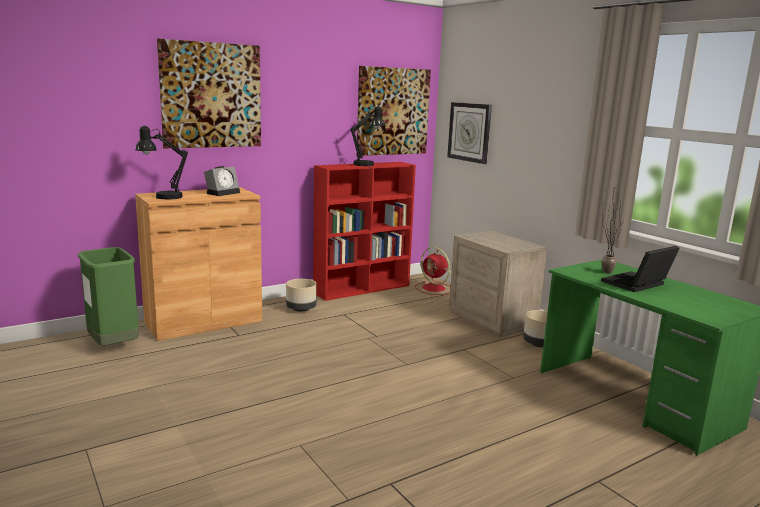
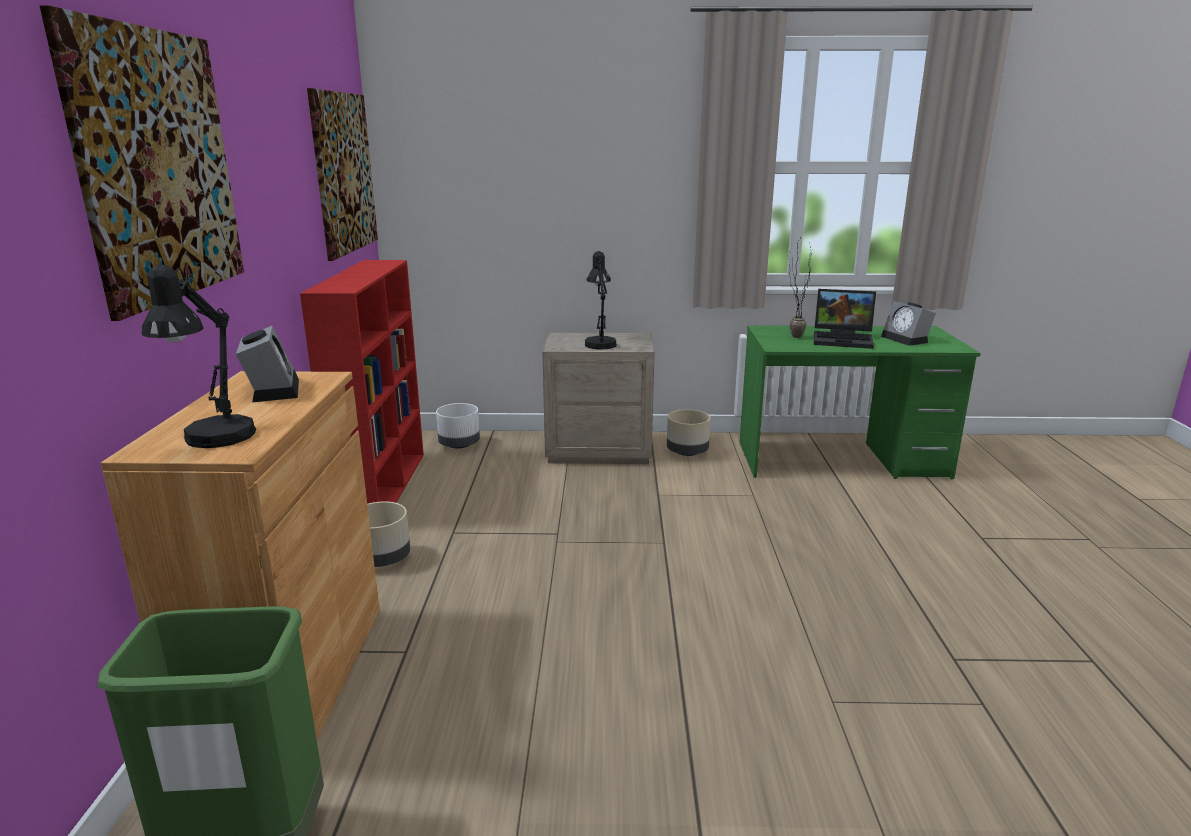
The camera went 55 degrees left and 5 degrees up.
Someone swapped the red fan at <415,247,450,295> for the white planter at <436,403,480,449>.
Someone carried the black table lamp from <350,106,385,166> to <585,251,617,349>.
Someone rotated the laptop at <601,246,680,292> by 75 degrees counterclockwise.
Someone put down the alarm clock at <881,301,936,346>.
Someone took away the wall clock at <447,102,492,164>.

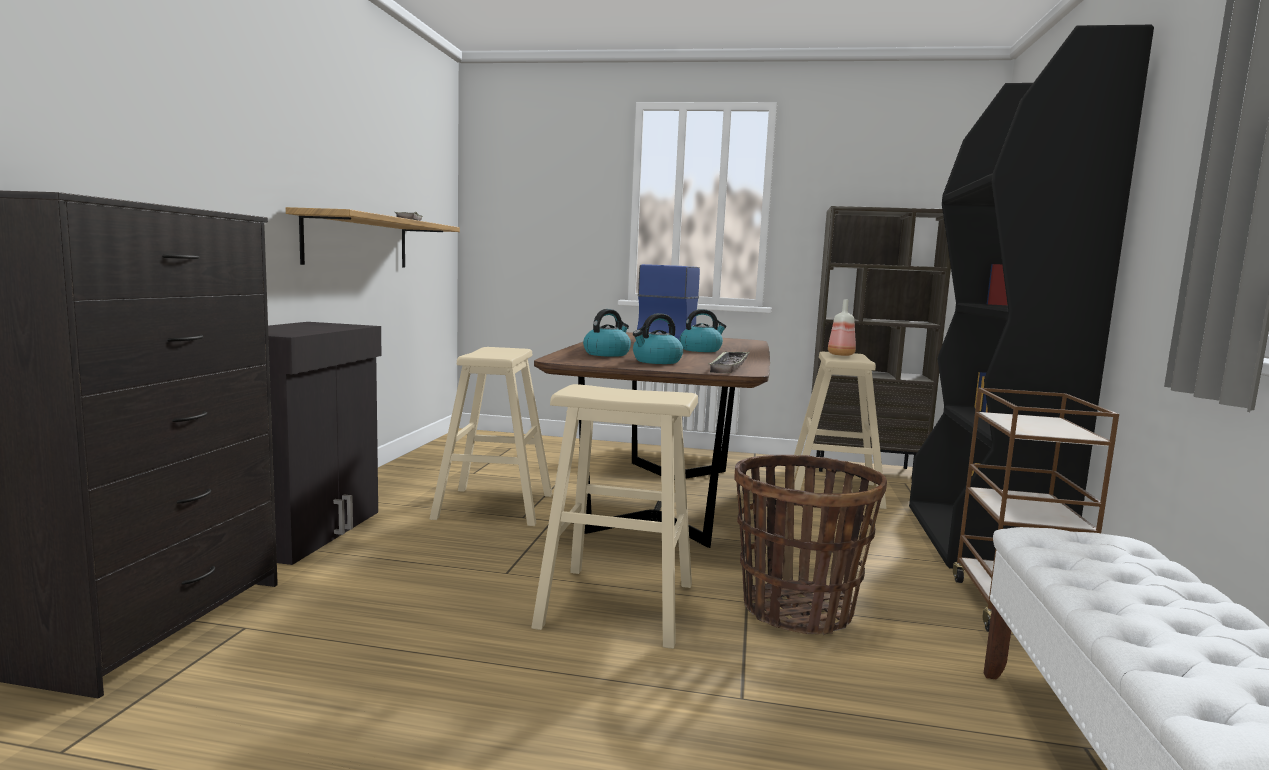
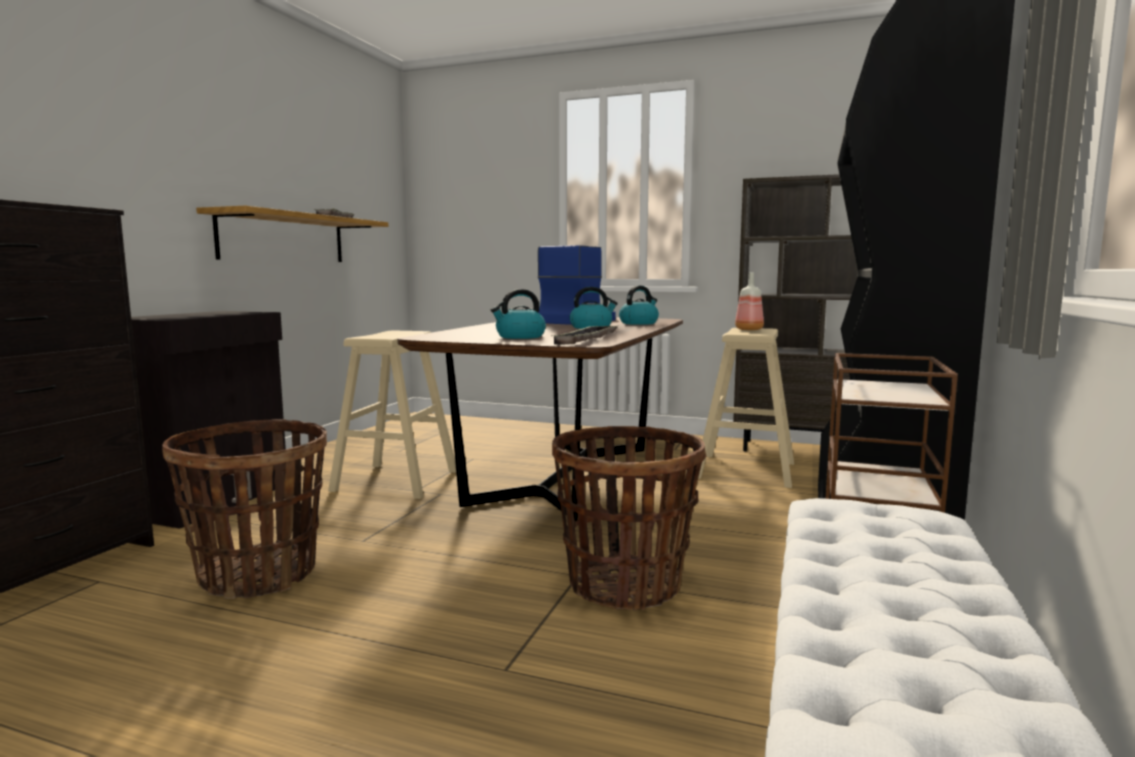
The camera went 10 degrees right and 0 degrees up.
Someone put down the basket at <162,419,327,599>.
Someone carried the kettle from <583,309,631,357> to <619,286,659,325>.
Someone took away the beige stool at <531,384,698,649>.

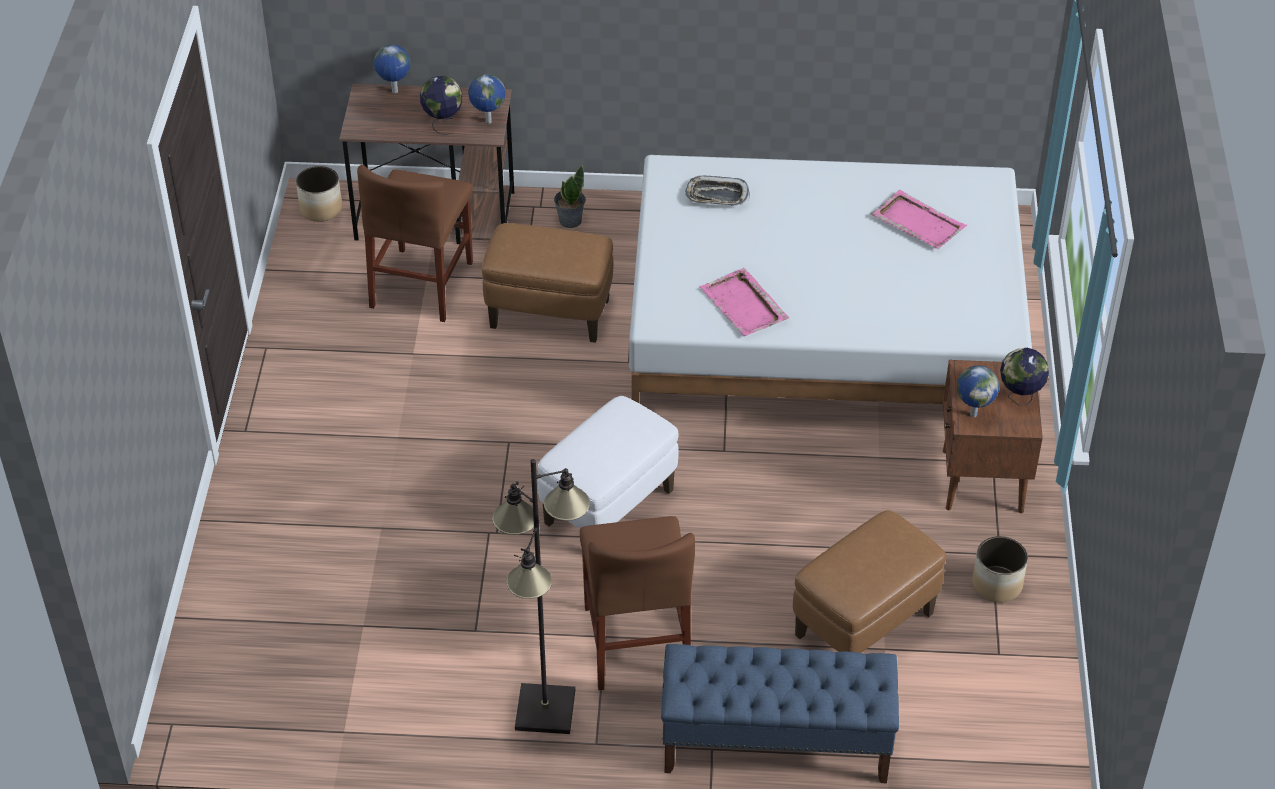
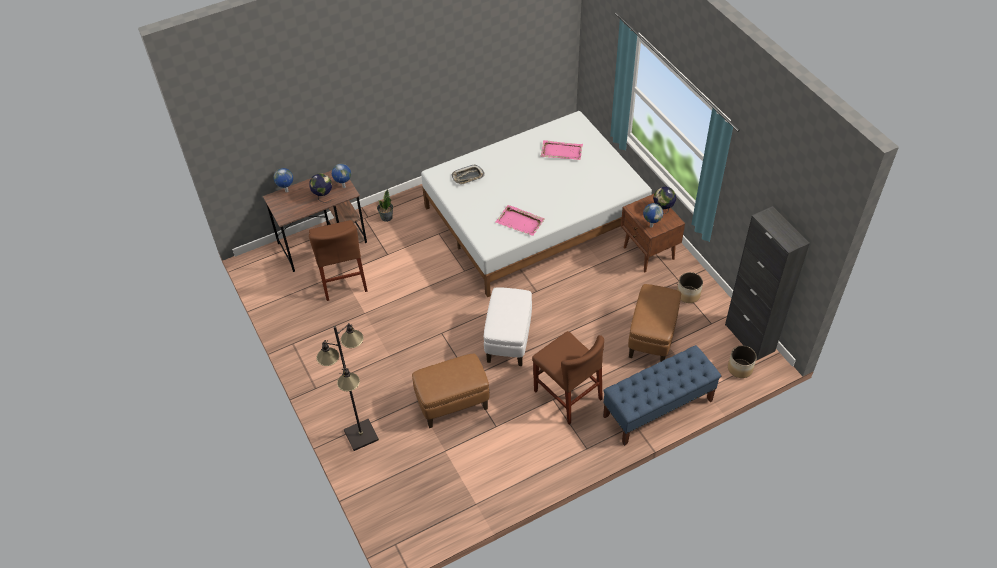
The camera went 30 degrees left and 5 degrees up.
Someone carried the black floor lamp from <492,459,590,734> to <316,323,379,451>.
Someone carried the brown ottoman from <482,223,613,343> to <412,354,489,428>.
Someone put down the black cabinet at <725,206,810,361>.
Someone carried the planter from <296,166,342,222> to <728,345,757,378>.

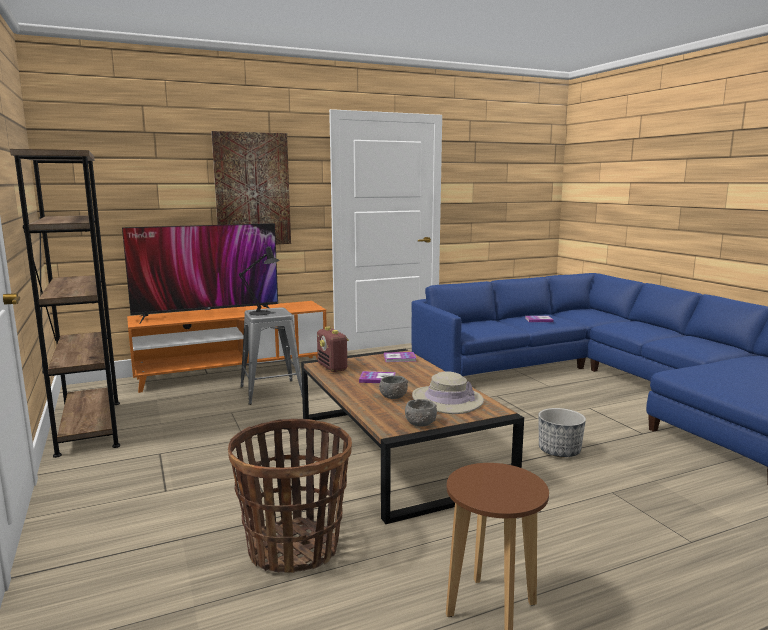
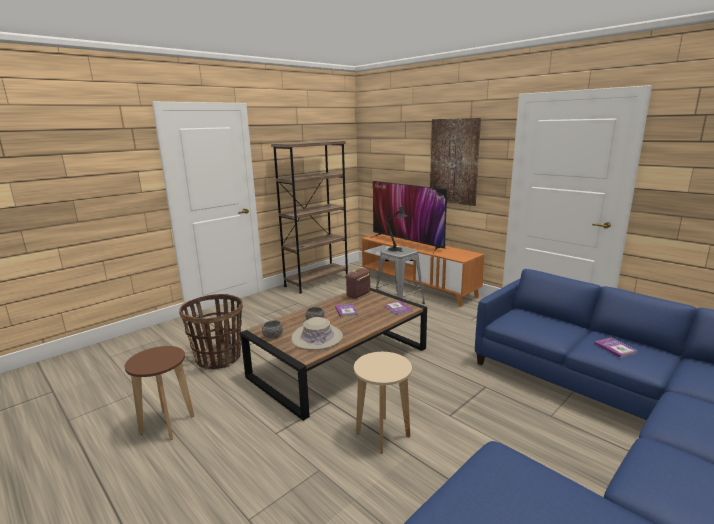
The camera went 70 degrees right and 5 degrees up.
Someone swapped the planter at <538,408,586,457> for the beige stool at <354,352,412,454>.

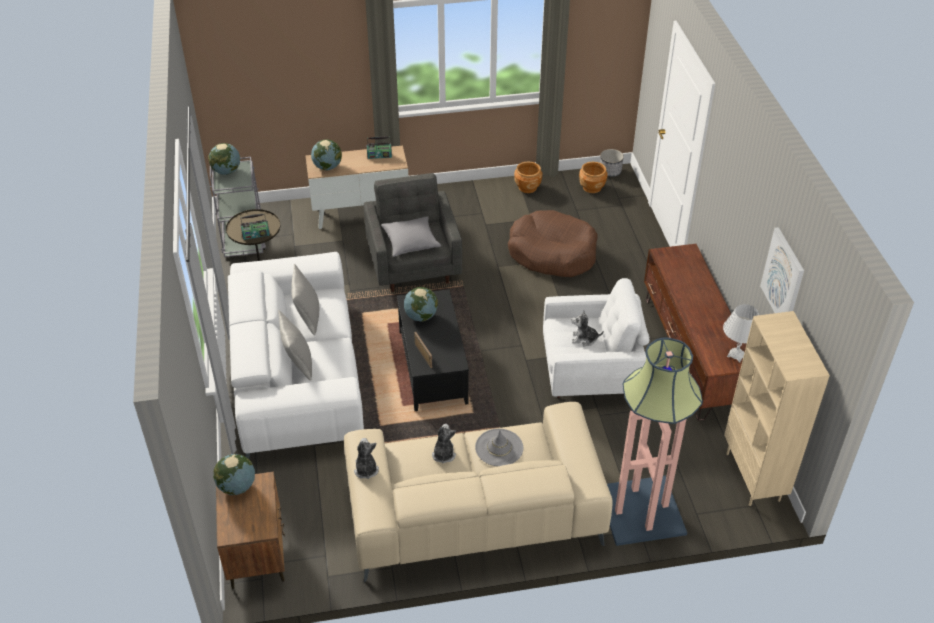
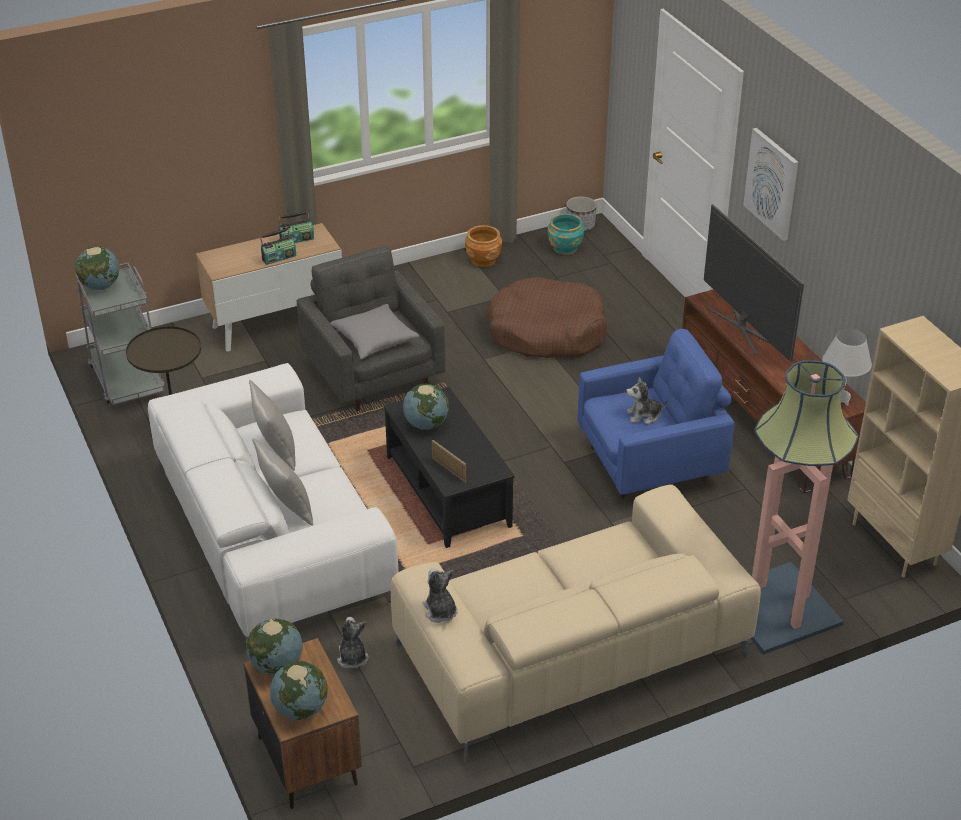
The camera went 15 degrees left and 5 degrees down.
Someone carried the radio from <240,213,270,240> to <260,228,296,265>.
Someone carried the globe from <311,140,342,170> to <270,661,328,720>.
Someone carried the plush toy from <432,424,456,463> to <337,617,369,668>.
Someone repainted the brown planter at <579,162,608,193>, which became the turquoise planter at <548,214,584,255>.
Someone repainted the white armchair at <543,278,649,398>, which became the blue armchair at <578,329,735,499>.
Someone put down the television at <704,204,804,361>.
Someone carried the picture from <760,227,804,313> to <743,128,798,241>.
Someone took away the grey hat at <475,429,523,466>.

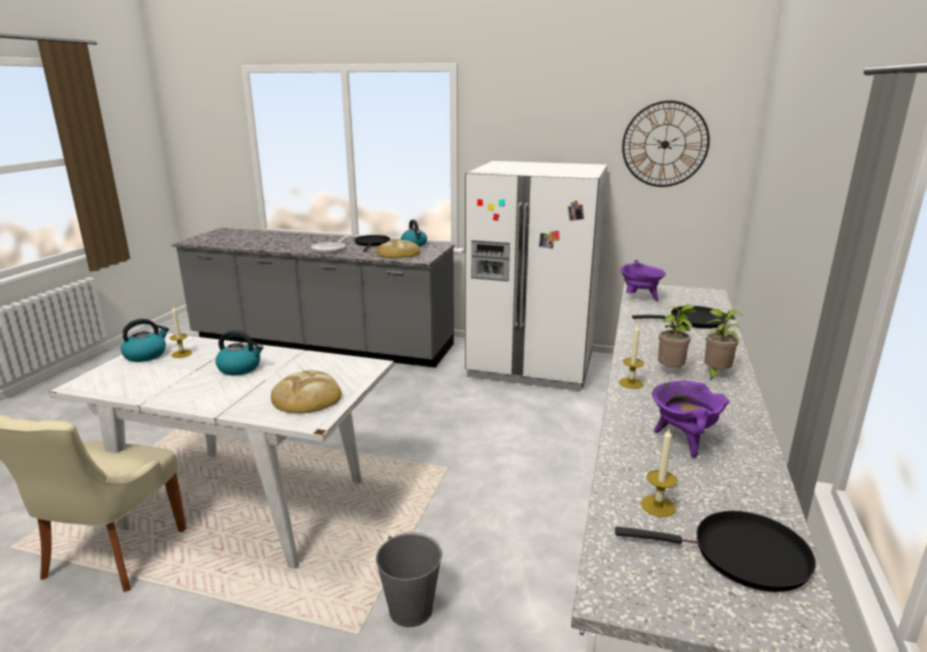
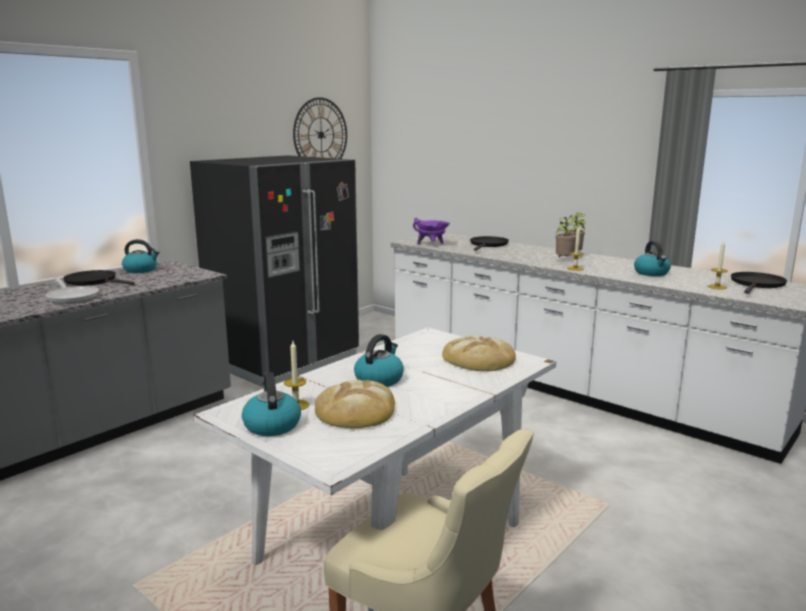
The camera went 65 degrees left and 5 degrees down.
Someone repainted the white fridge at <465,161,607,391>, which became the black fridge at <190,155,359,387>.
Someone carried the bread from <376,239,421,258> to <315,380,395,428>.
Someone swapped the purple cooking pot at <652,381,730,458> for the kettle at <634,241,671,276>.
Someone took away the grey bucket at <376,532,442,627>.

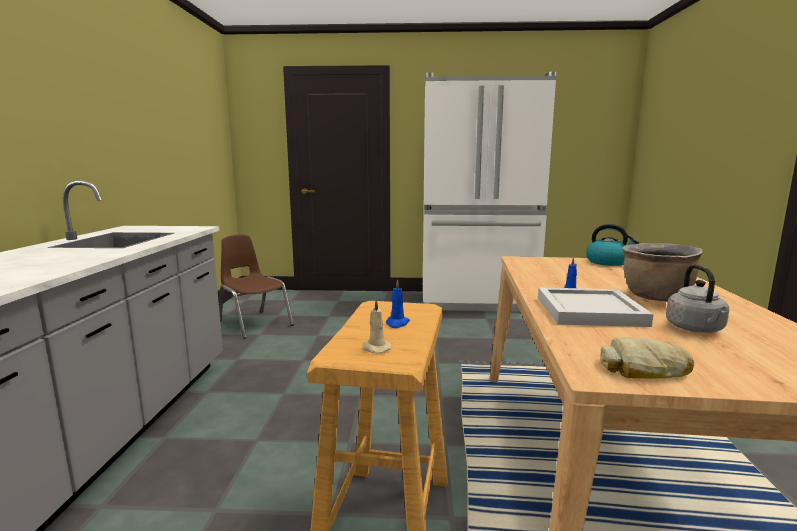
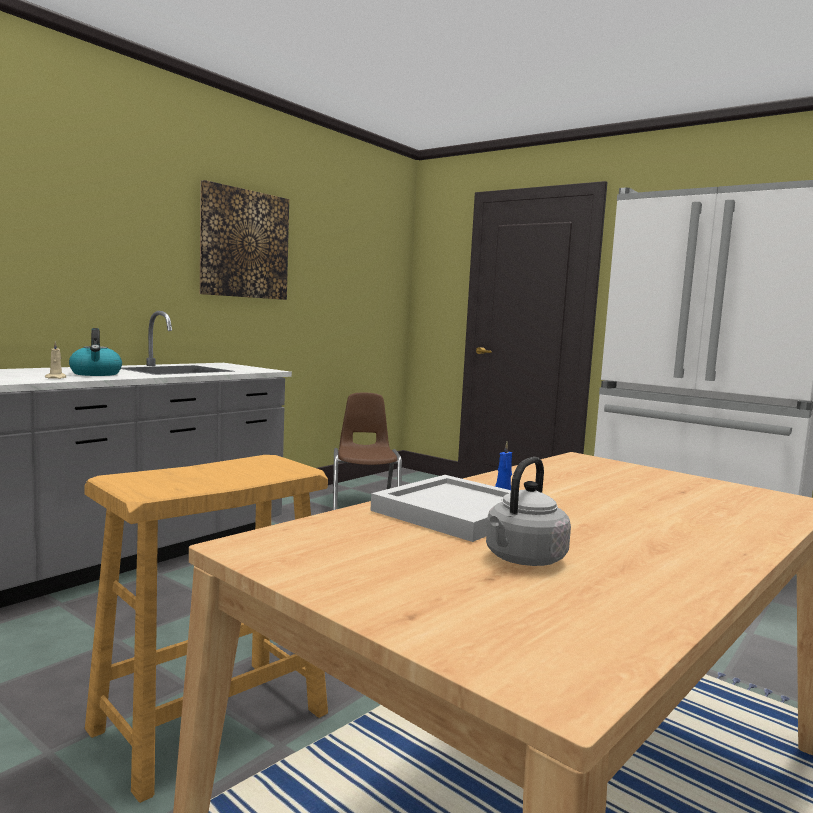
The camera went 35 degrees right and 5 degrees down.
Someone carried the beige candle from <363,299,392,354> to <45,341,66,379>.
Someone carried the kettle from <586,224,639,266> to <69,328,122,376>.
Someone put up the picture at <200,180,289,300>.
Someone took away the blue candle at <386,279,410,328>.
Someone took away the bread at <600,337,694,379>.
Someone took away the brown cooking pot at <622,243,703,301>.

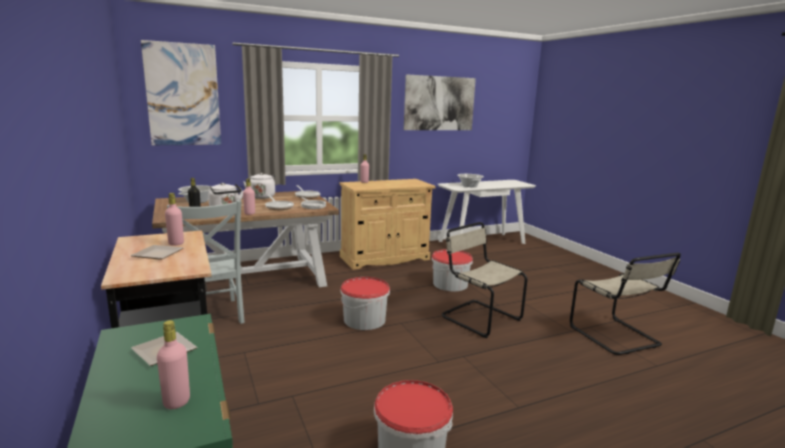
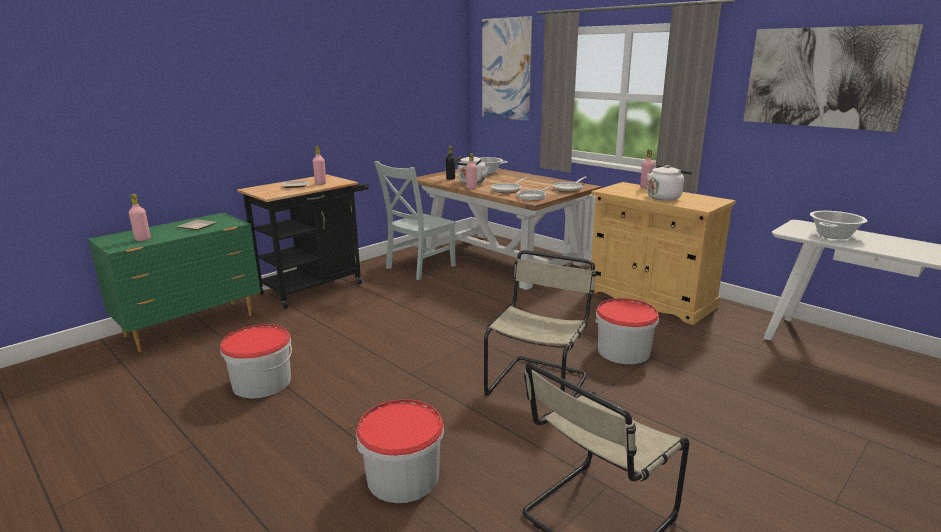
The camera went 70 degrees right and 5 degrees up.
Someone carried the bucket from <340,277,390,330> to <356,399,444,503>.
Someone carried the white kettle from <243,173,275,199> to <647,165,692,201>.

